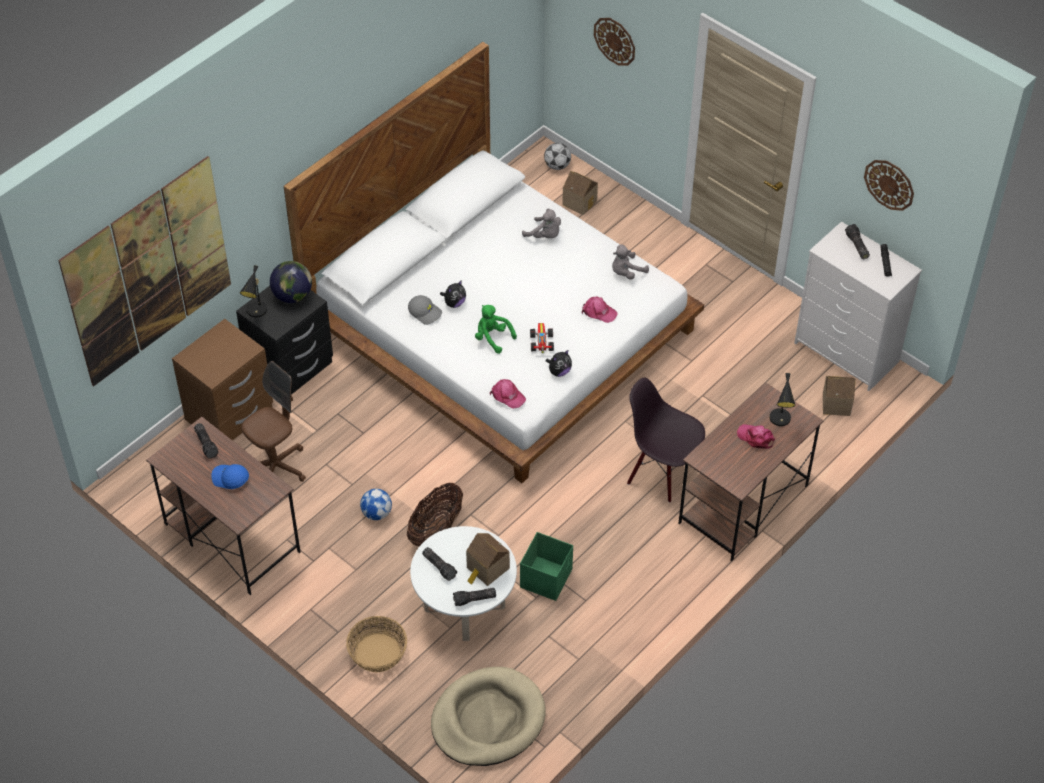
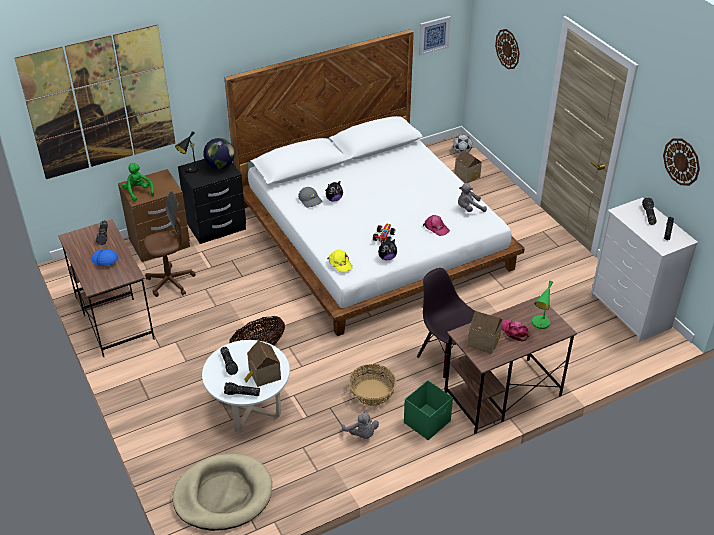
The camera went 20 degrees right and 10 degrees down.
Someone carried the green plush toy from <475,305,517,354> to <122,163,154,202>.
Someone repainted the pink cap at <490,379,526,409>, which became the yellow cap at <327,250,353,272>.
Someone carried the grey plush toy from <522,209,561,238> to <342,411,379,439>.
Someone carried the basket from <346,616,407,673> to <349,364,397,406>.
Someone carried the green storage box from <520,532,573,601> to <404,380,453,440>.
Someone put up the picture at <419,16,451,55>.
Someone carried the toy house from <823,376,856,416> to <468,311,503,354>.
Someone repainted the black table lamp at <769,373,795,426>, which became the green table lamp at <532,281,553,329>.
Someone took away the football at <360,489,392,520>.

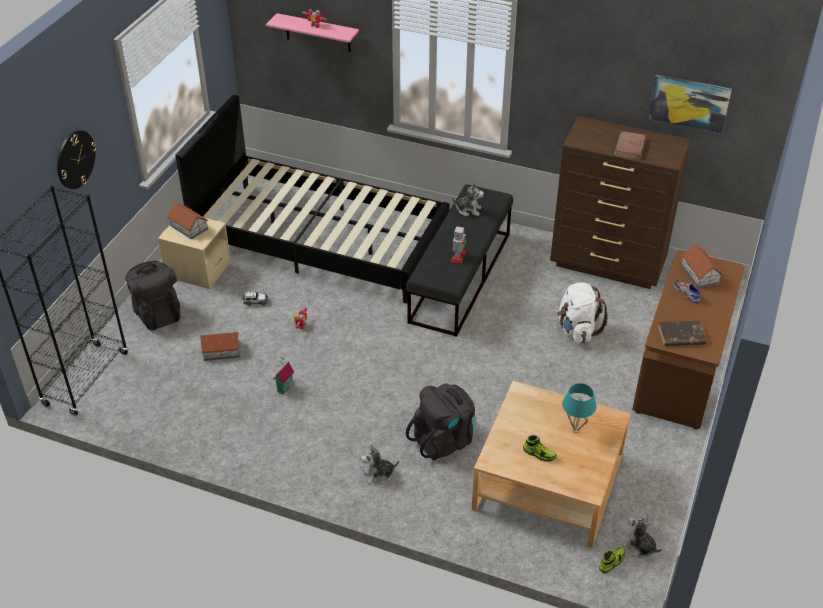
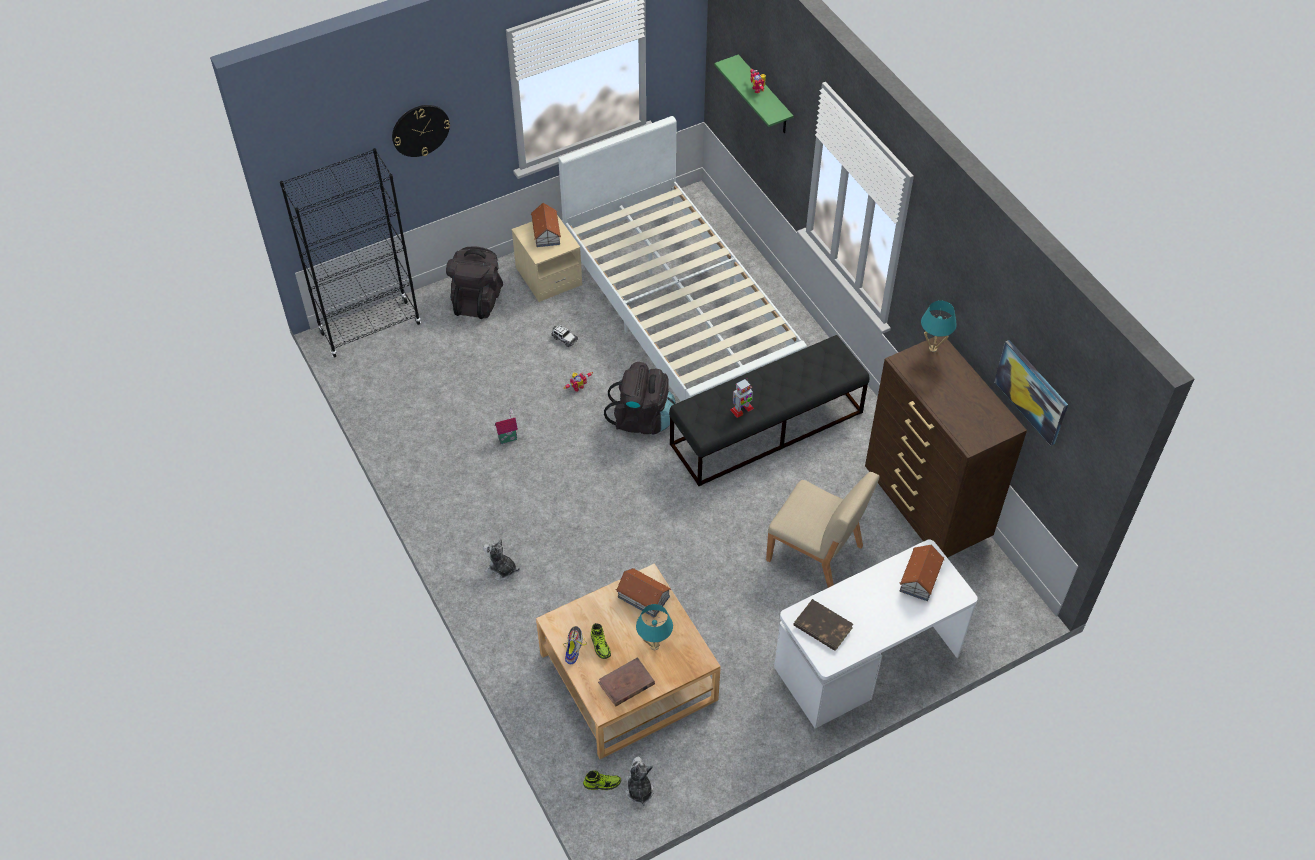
The camera went 40 degrees right and 10 degrees up.
Someone repainted the black bed at <175,95,450,303>, which became the white bed at <558,116,807,401>.
Someone carried the shoe from <673,280,701,303> to <563,626,587,664>.
Someone carried the brown book from <614,131,646,159> to <598,657,655,706>.
Someone carried the black backpack from <406,383,476,460> to <604,362,676,434>.
Someone carried the toy house from <200,332,240,361> to <616,568,671,618>.
Someone repainted the pink shelf at <266,13,359,52>, which became the green shelf at <714,55,793,133>.
Someone swapped the white backpack at <557,282,608,344> for the beige chair at <766,472,879,588>.
Someone repainted the brown desk at <632,250,745,429>, which became the white desk at <774,539,978,729>.
Someone put down the turquoise table lamp at <921,300,957,352>.
Someone took away the plush toy at <452,182,484,216>.

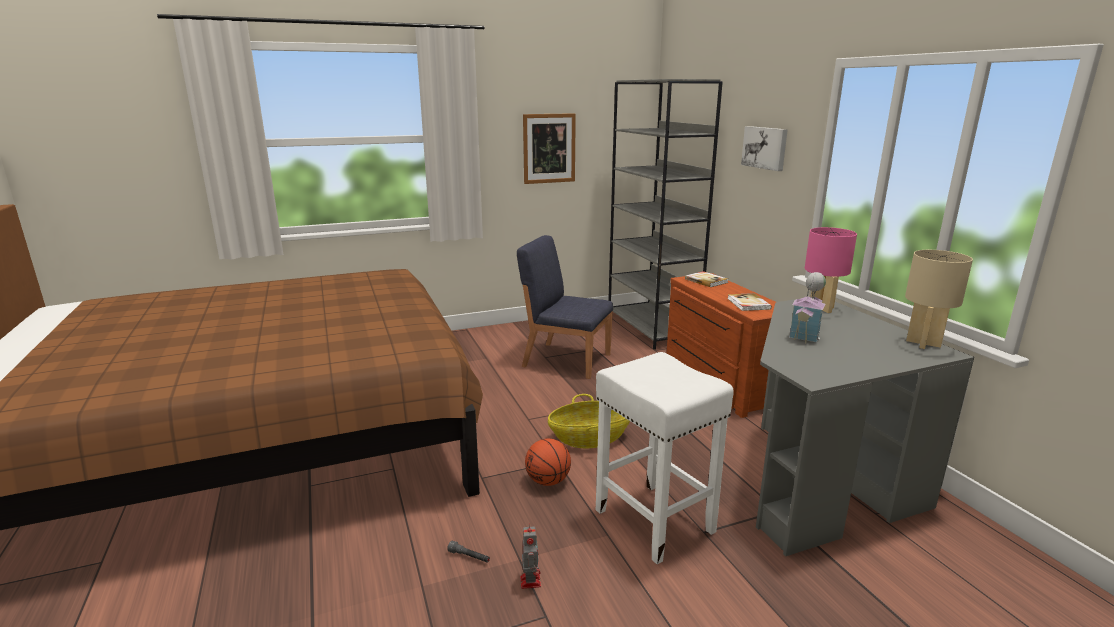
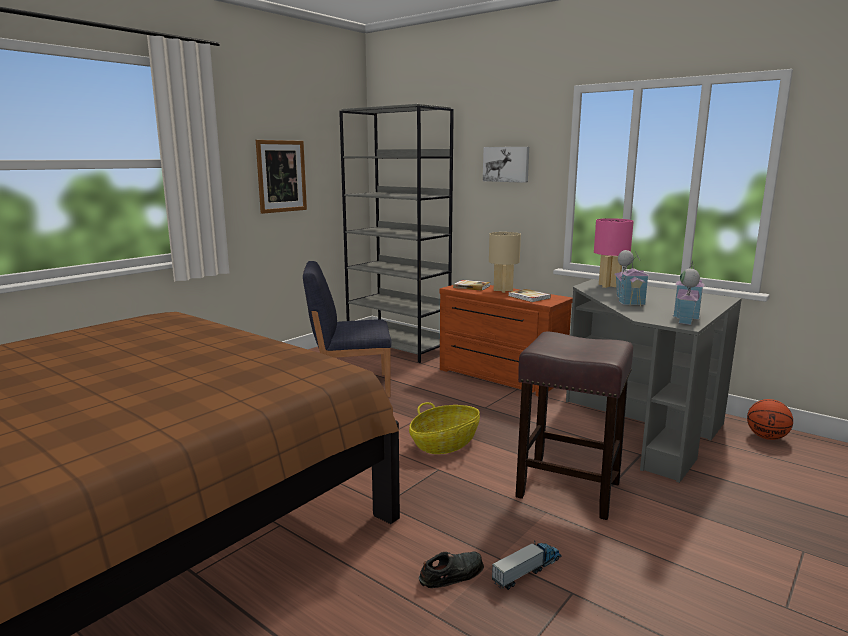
The camera went 30 degrees left and 5 degrees down.
Someone swapped the grey flashlight at <447,541,490,563> for the black shoe at <419,552,484,588>.
Someone carried the beige table lamp from <905,250,973,349> to <489,232,521,293>.
Someone swapped the toy robot at <520,523,541,589> for the toy truck at <492,540,562,590>.
Someone repainted the white stool at <596,352,734,564>, which became the brown stool at <515,332,633,520>.
Someone put down the toy house at <672,261,705,325>.
Someone carried the basketball from <525,438,571,486> to <747,399,793,440>.

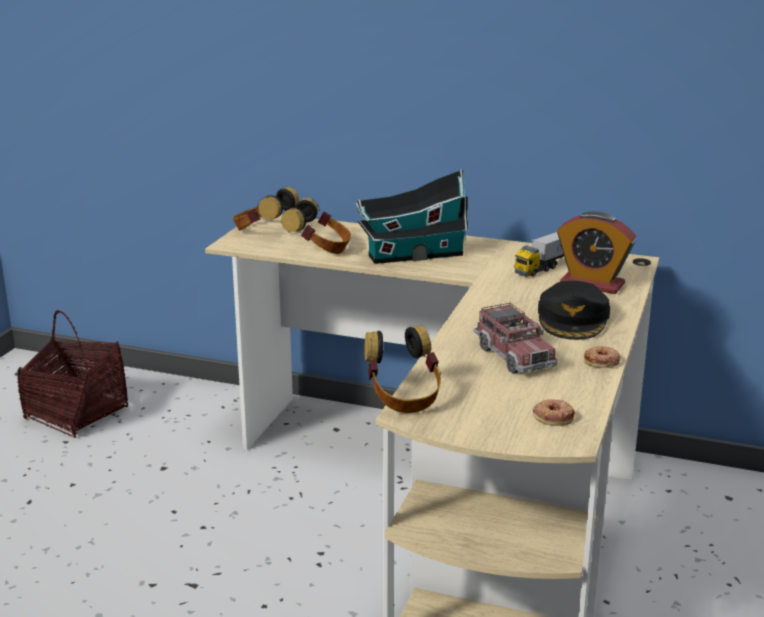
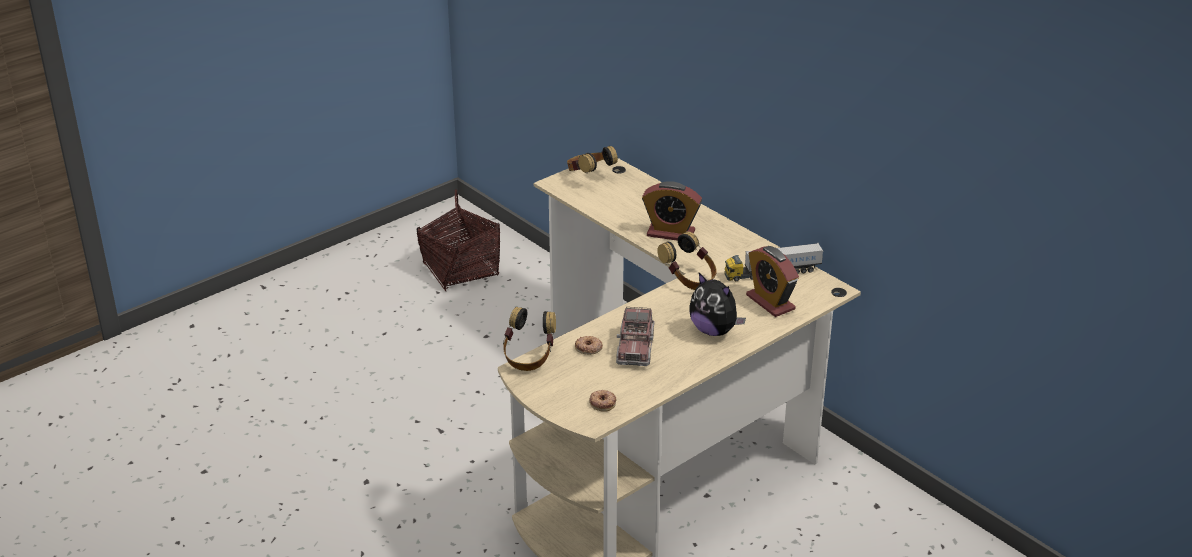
The camera went 30 degrees right and 10 degrees up.
Someone carried the donut from <584,346,620,368> to <575,336,603,355>.
Someone swapped the toy house at <356,169,469,264> for the alarm clock at <642,181,702,241>.
Someone carried the headphones from <281,198,351,254> to <657,231,717,290>.
Someone swapped the black cap at <538,281,610,340> for the plush toy at <689,273,746,336>.

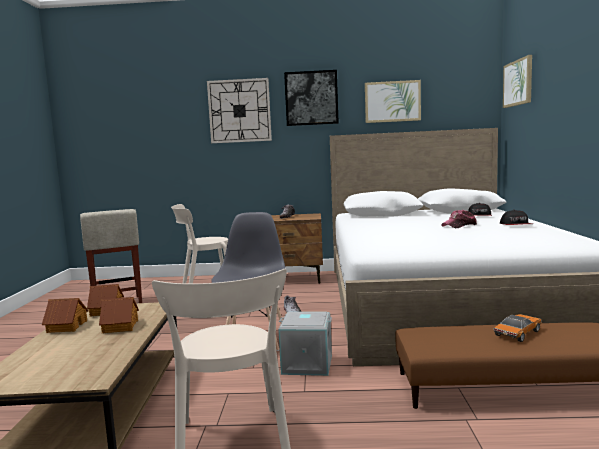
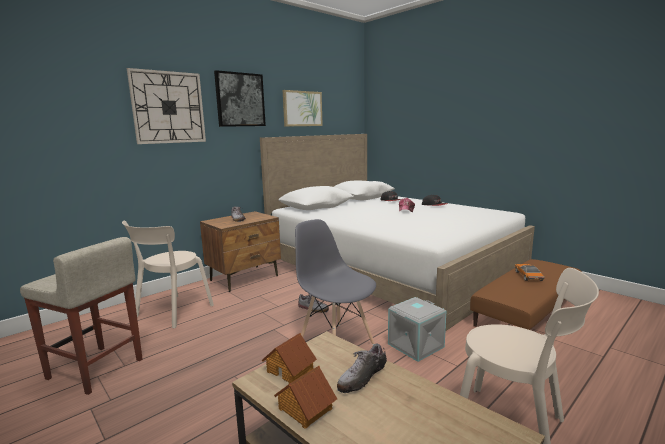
The camera went 45 degrees left and 5 degrees up.
Someone swapped the toy house at <99,297,139,333> for the shoe at <337,343,387,393>.
Someone took away the picture at <503,55,532,108>.

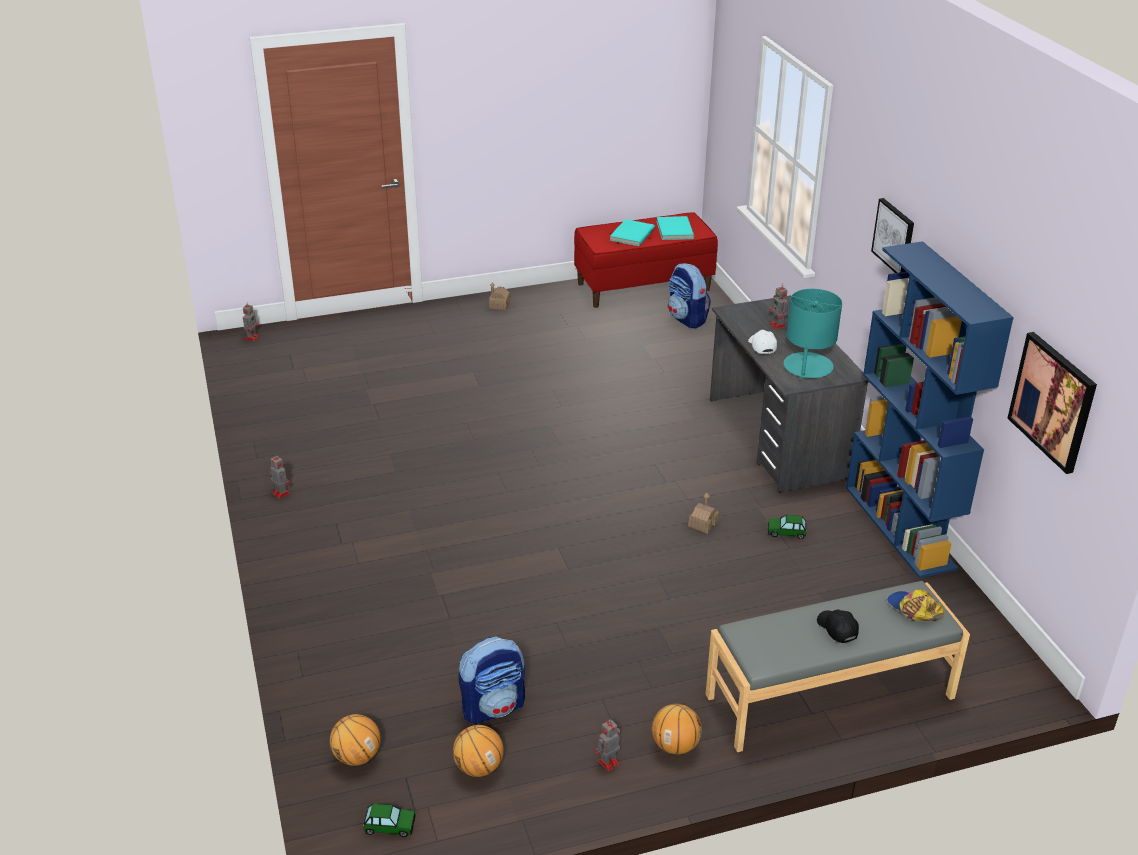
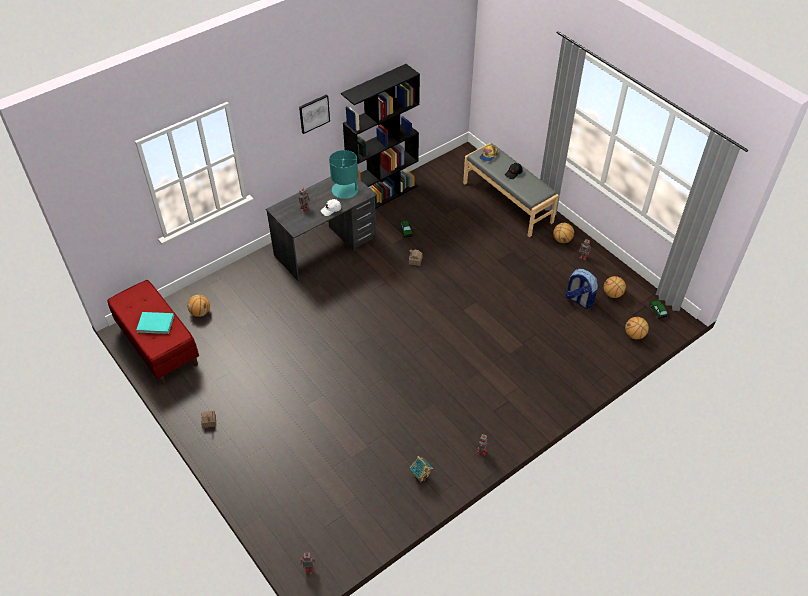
The camera went 110 degrees left and 15 degrees up.
Someone swapped the backpack at <668,263,711,328> for the basketball at <187,295,210,317>.
Someone repainted the blue bookcase at <846,241,1014,578>, which became the black bookcase at <341,64,420,209>.
Someone put down the toy house at <410,456,433,483>.
Someone took away the turquoise book at <657,216,694,240>.
Someone took away the picture at <1007,332,1097,474>.

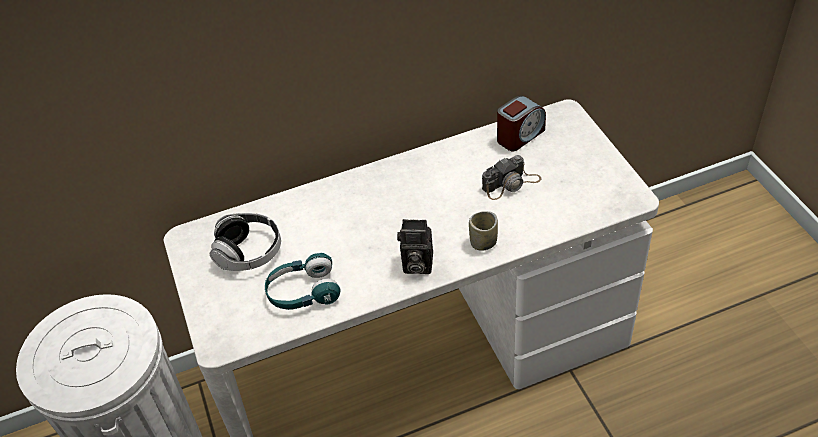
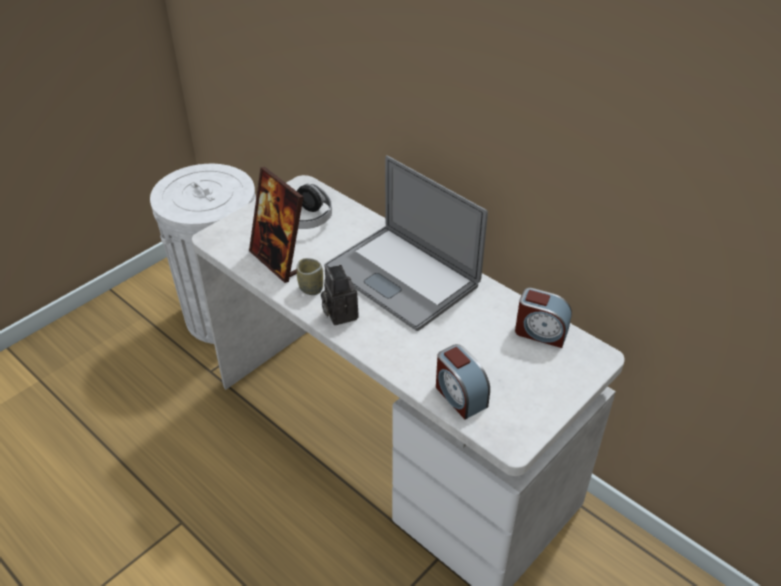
The camera went 60 degrees right and 5 degrees down.
Someone swapped the turquoise headphones at <265,253,341,310> for the picture frame at <249,167,303,283>.
Someone carried the cup from <469,211,498,251> to <297,258,323,295>.
Someone put down the laptop at <324,155,488,331>.
Someone put down the alarm clock at <436,344,490,420>.
Someone took away the photo camera at <482,155,541,200>.

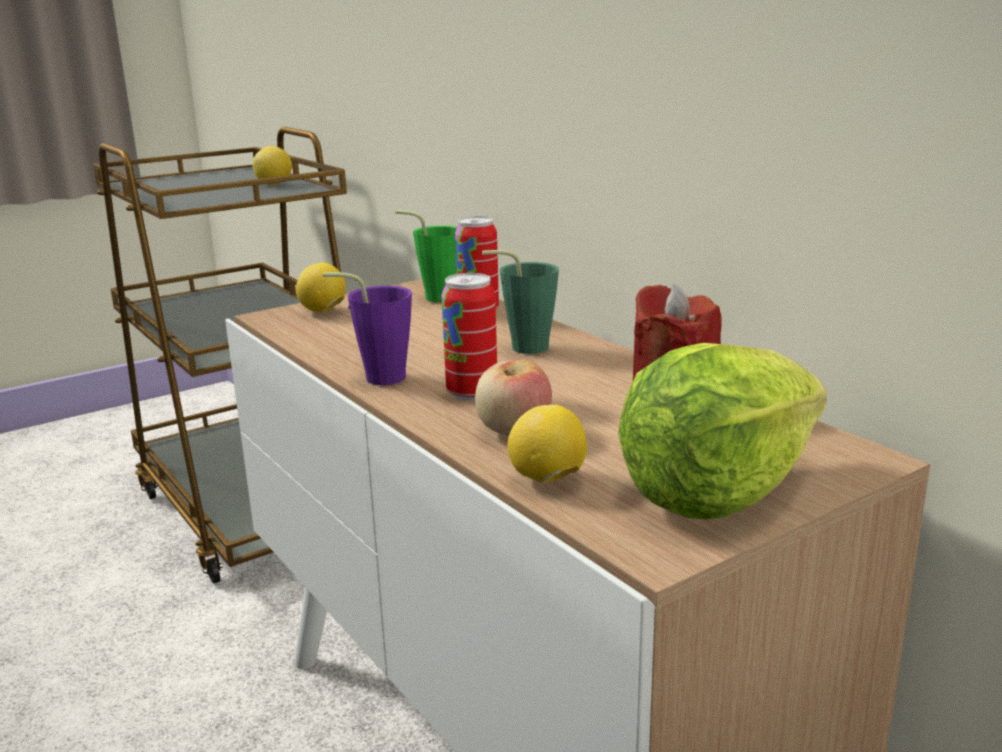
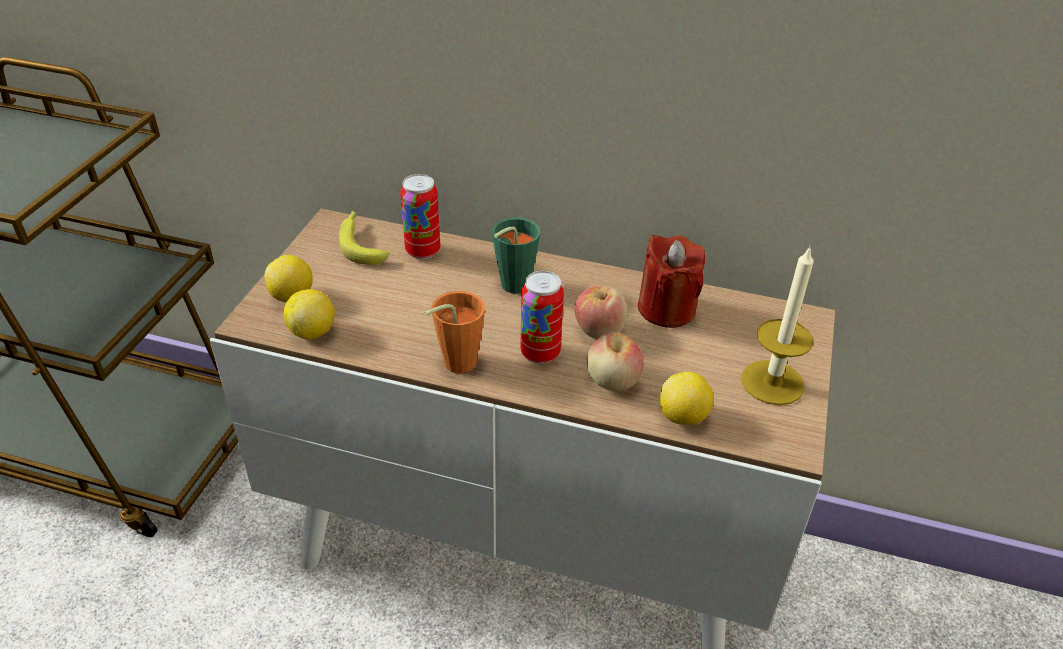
The camera went 40 degrees left and 20 degrees up.
Someone carried the lemon from <252,146,292,185> to <284,289,335,339>.
Someone swapped the green cup at <395,210,457,303> for the banana at <339,211,390,265>.
Someone repainted the purple cup at <323,272,412,385>, which became the orange cup at <425,291,485,374>.
Someone put down the apple at <574,286,627,339>.
Someone swapped the lettuce at <618,343,827,520> for the candle at <741,246,814,405>.

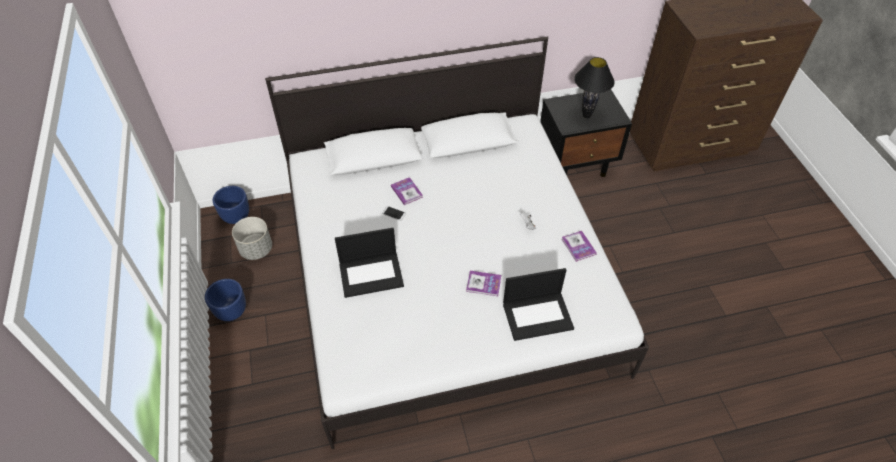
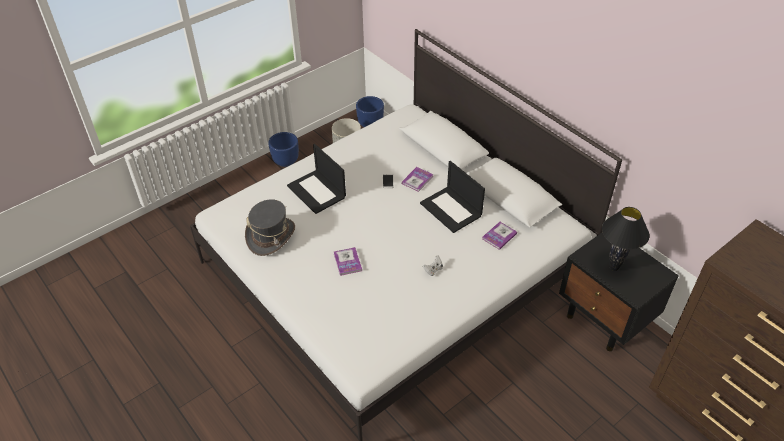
The camera went 65 degrees right and 5 degrees down.
Someone put down the grey hat at <245,199,295,256>.
Someone carried the laptop from <503,268,574,341> to <420,161,485,233>.
Someone carried the book from <562,231,597,262> to <482,222,517,250>.

